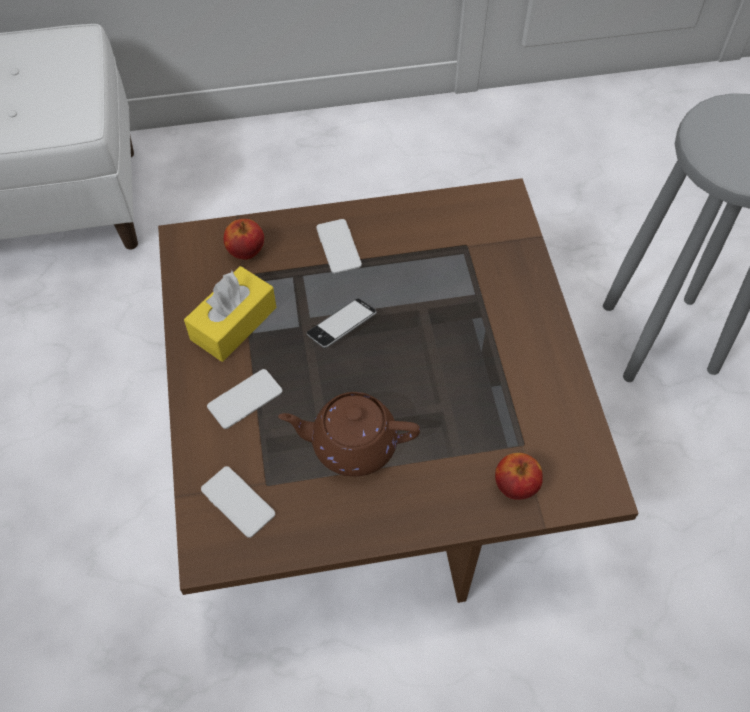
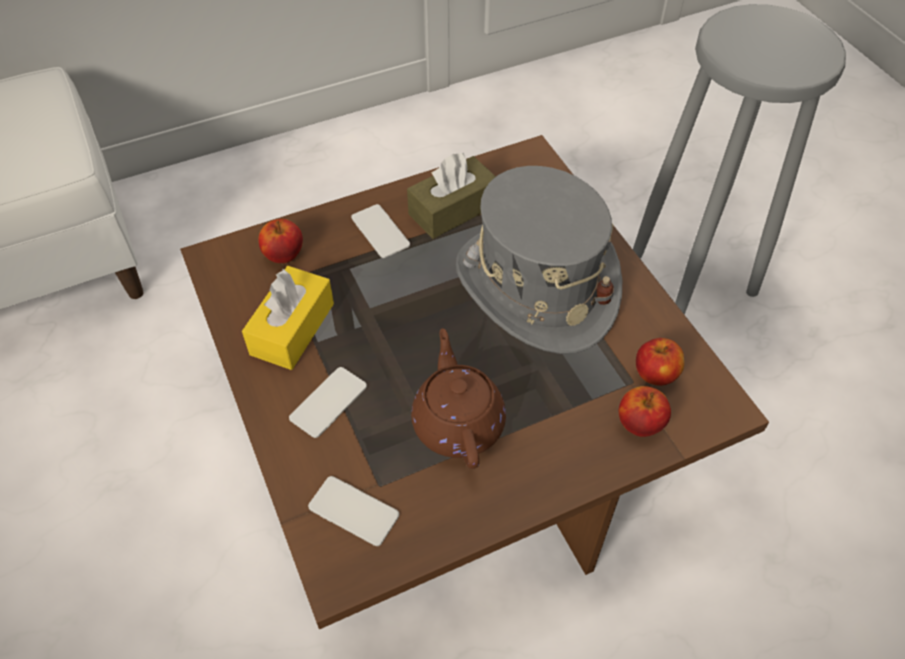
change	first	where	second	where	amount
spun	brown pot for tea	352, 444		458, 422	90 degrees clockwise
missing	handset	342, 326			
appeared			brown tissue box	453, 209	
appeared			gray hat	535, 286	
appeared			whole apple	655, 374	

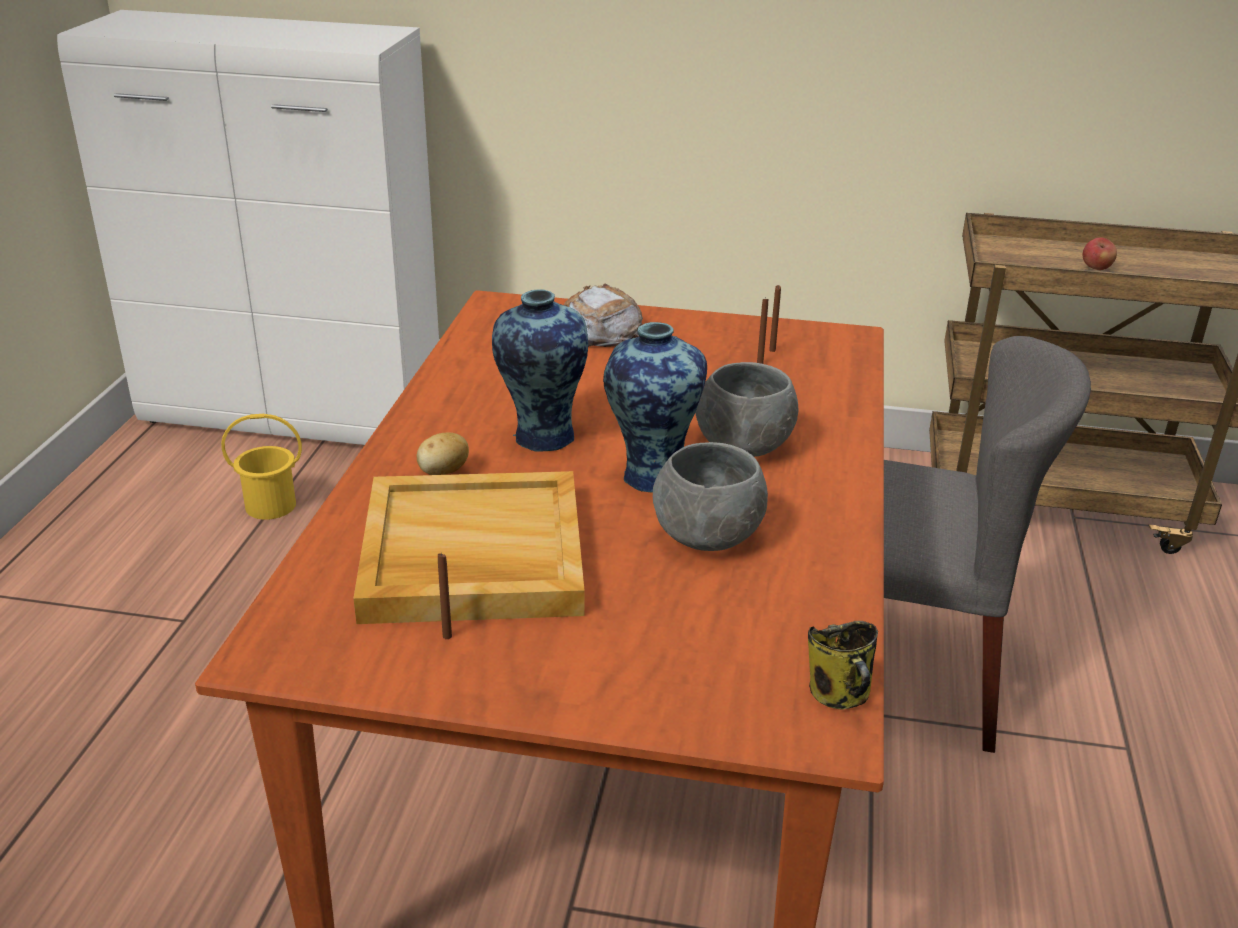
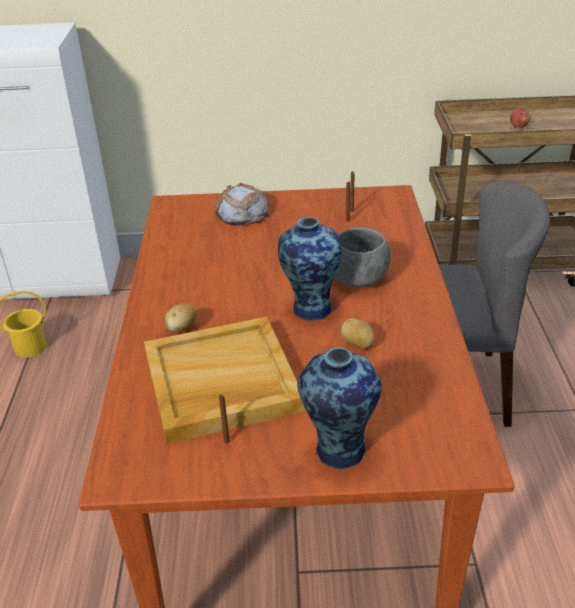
change	first	where	second	where	amount
relocated	decorative vase	541, 437		338, 451	
exchanged	gray bowl	706, 537	potato	358, 345	
missing	coffee mug	840, 695			

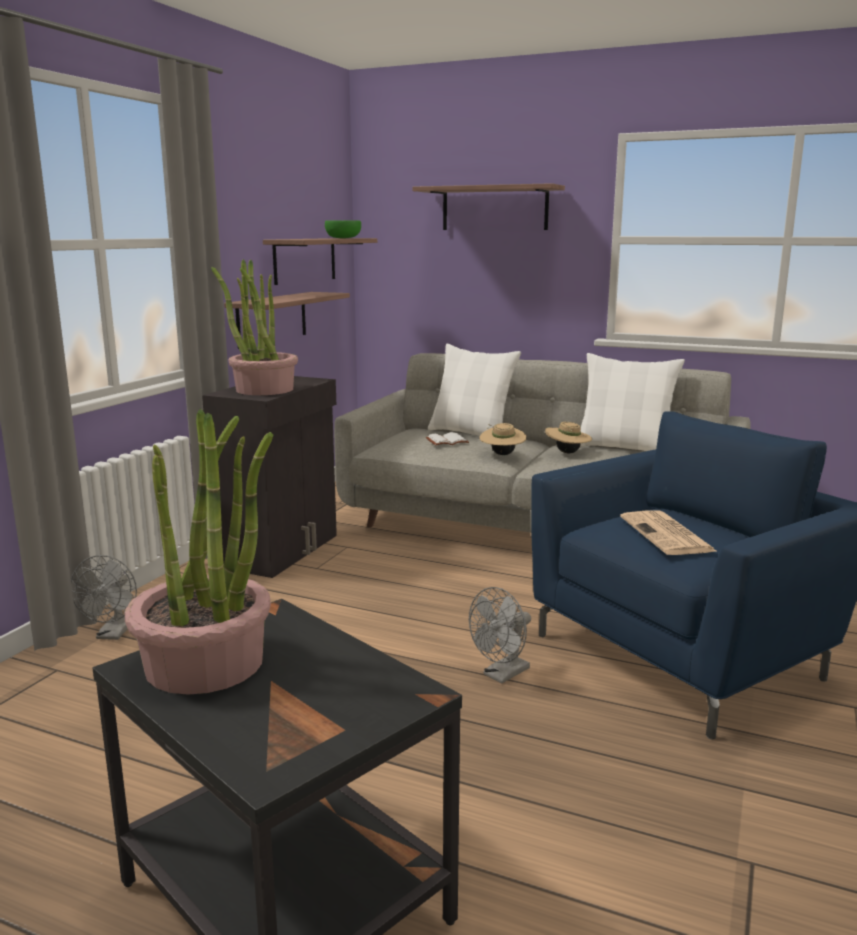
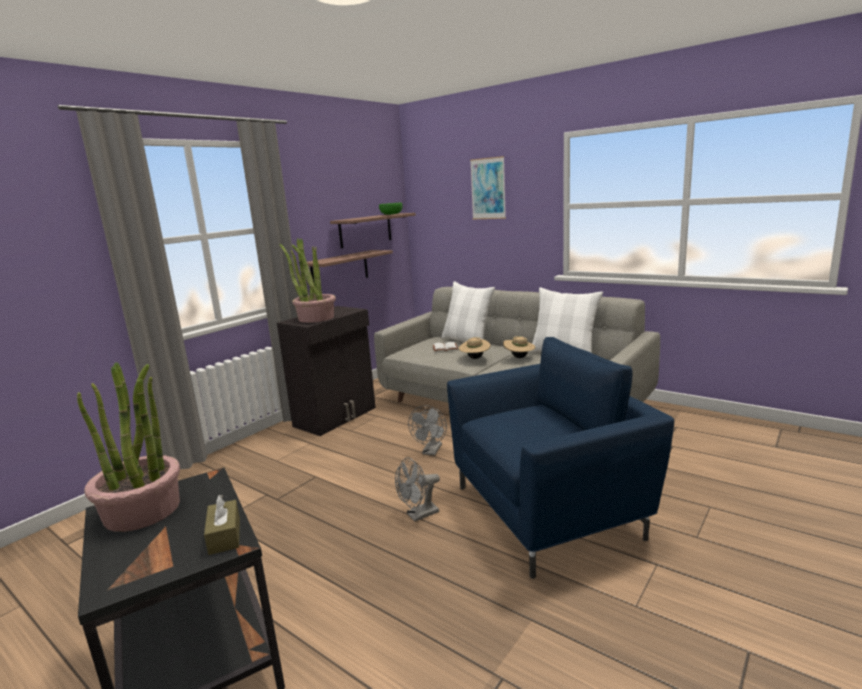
change	first	where	second	where	amount
relocated	gray fan	113, 634		431, 451	
exchanged	bracket shelf	494, 208	picture	488, 188	
missing	newspaper	668, 535			
appeared			brown tissue box	224, 536	

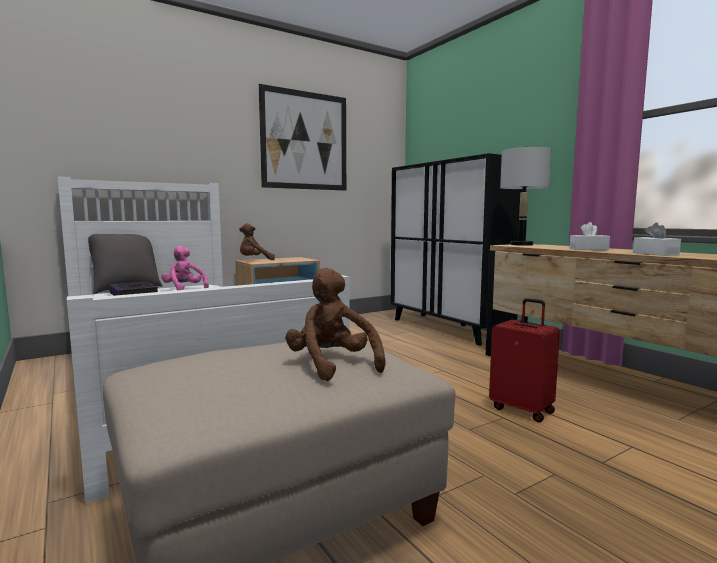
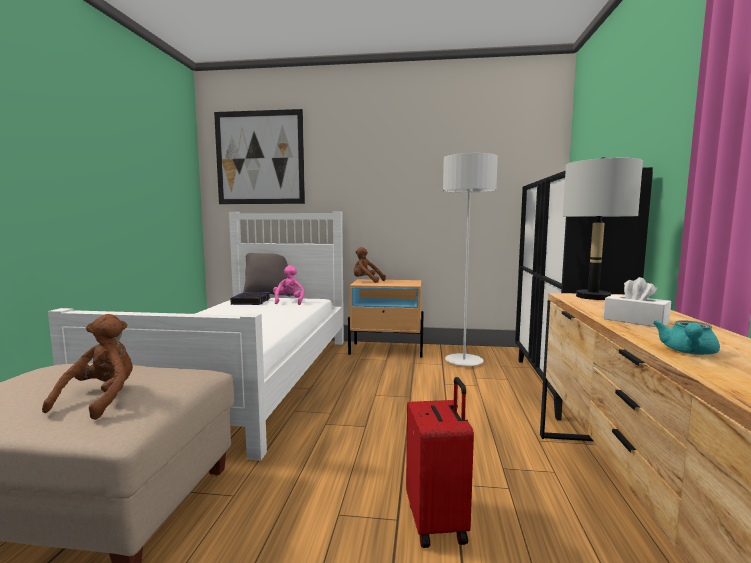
change	first	where	second	where	amount
relocated	picture	305, 141		260, 158	
exchanged	white-coloured tissue box	655, 254	blue-green pot for tea	688, 352	
appeared			gray standard lamp	464, 361	

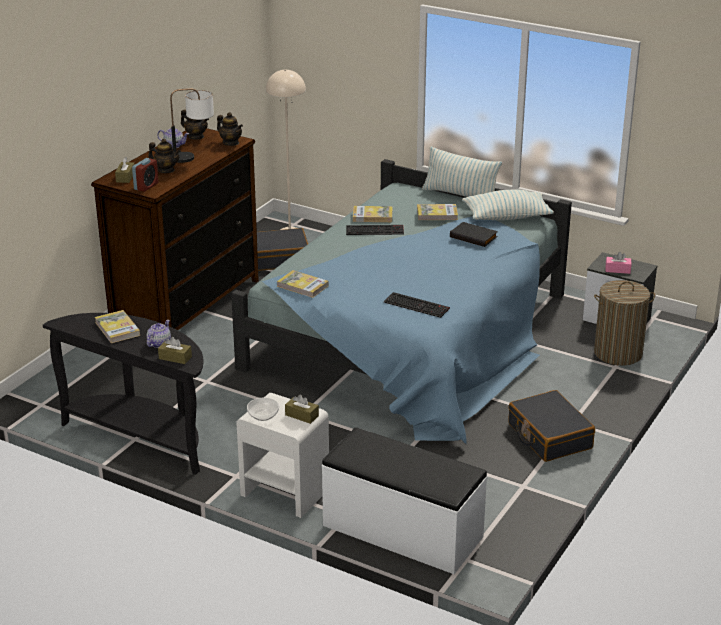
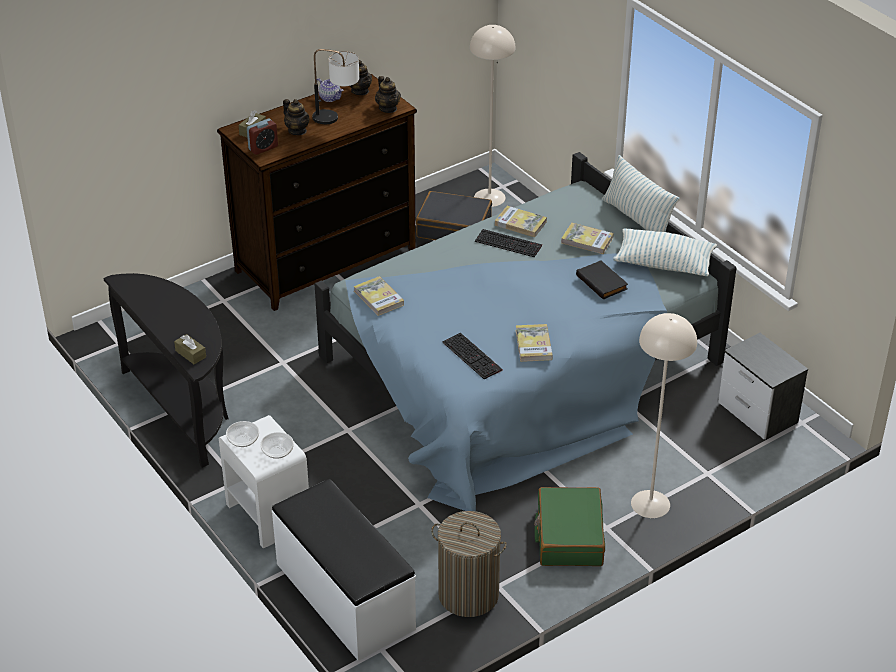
change	first	where	second	where	amount
relocated	book	117, 329		533, 345	
missing	pot for tea	159, 343			
exchanged	brown tissue box	302, 415	bowl	278, 452	
colour	blackish travel case	549, 436	green-coloured travel case	569, 536	
relocated	laundry basket	618, 353		468, 594	
missing	pink tissue box	617, 270			
appeared			beige standard lamp	650, 504	

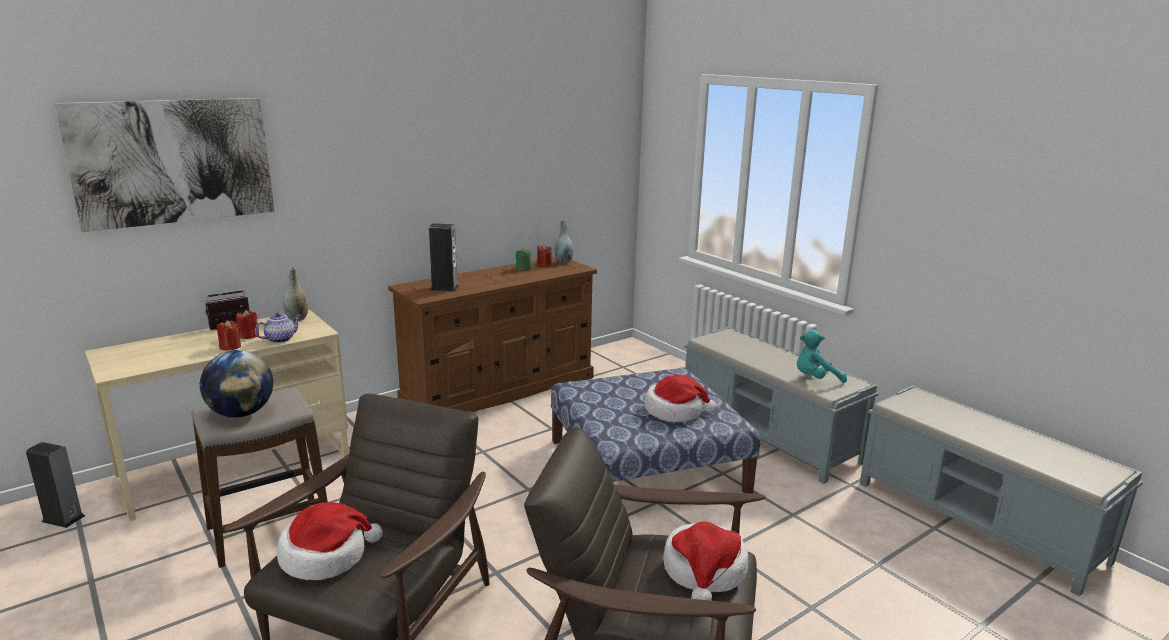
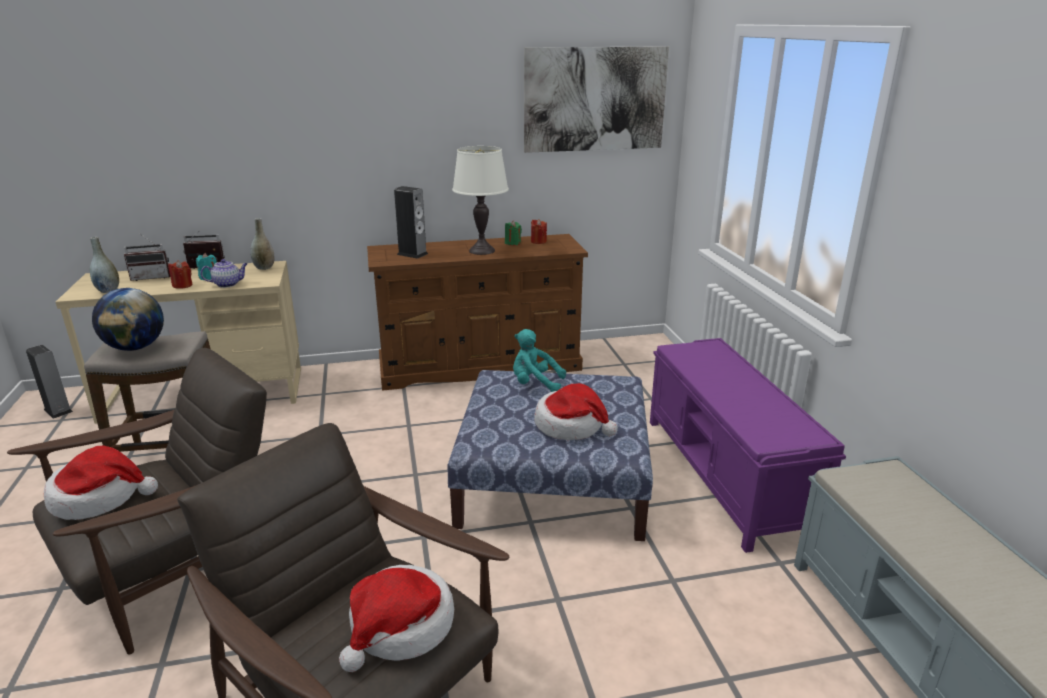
change	first	where	second	where	amount
relocated	picture	173, 162		595, 99	
colour	red-coloured wax candle	249, 336	blue-green wax candle	209, 277	
relocated	gray decorative vase	563, 262		108, 290	
colour	gray indoor bench	768, 434	purple indoor bench	726, 475	
relocated	blue-green cuddly toy	815, 379		535, 384	
appeared			radio	152, 277	
appeared			white-coloured lamp for a table	481, 251	

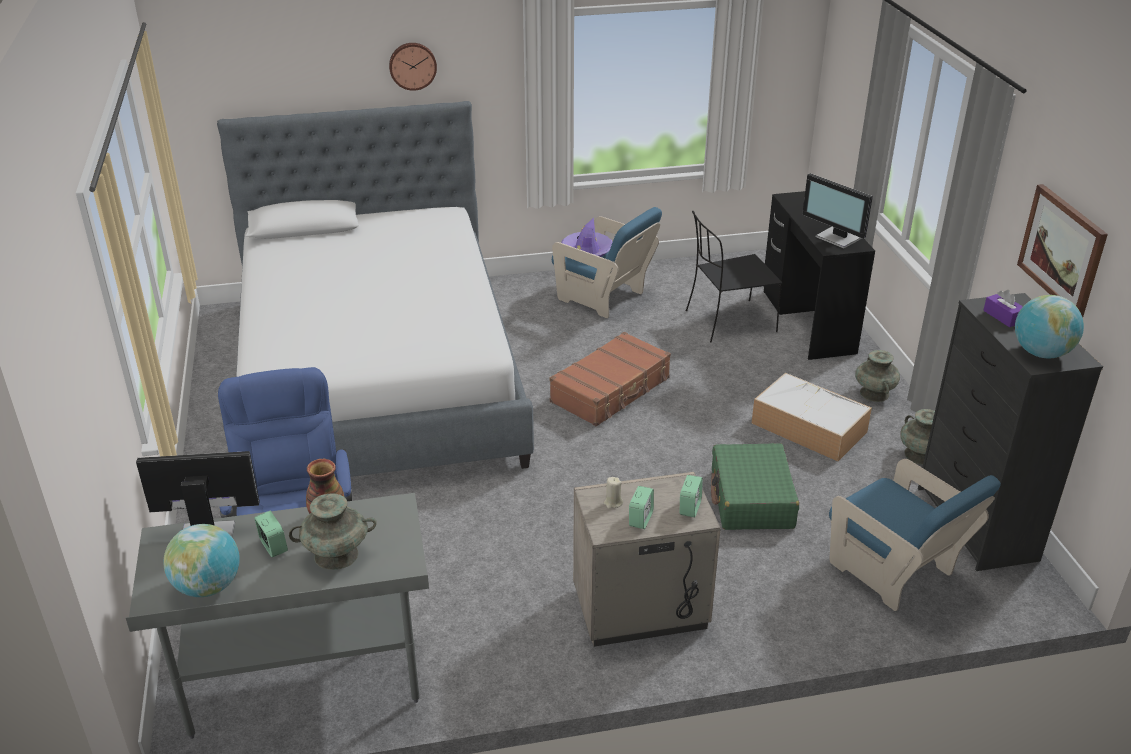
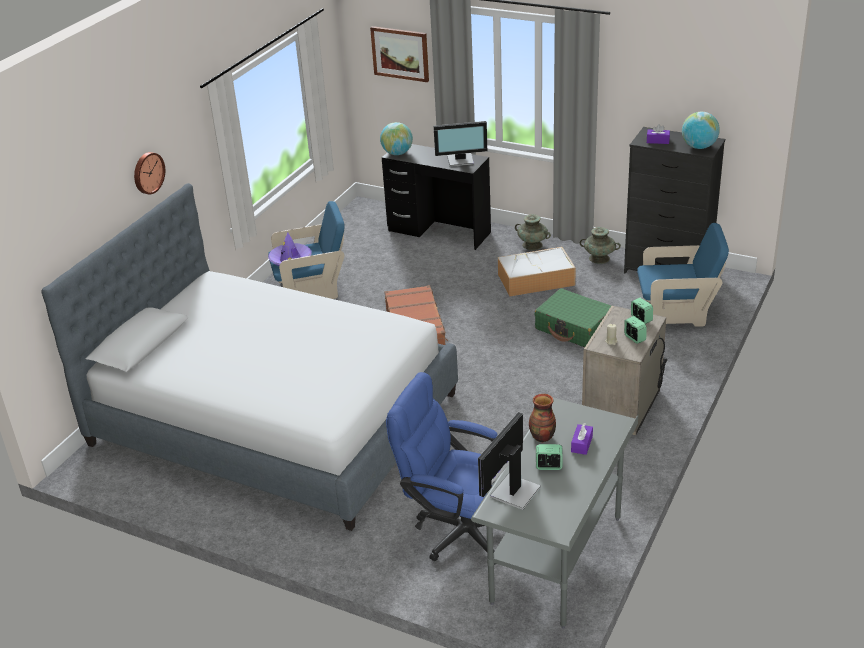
change	first	where	second	where	amount
relocated	desk globe	208, 586		397, 153	
exchanged	blue-green decorative vase	337, 555	purple tissue box	581, 444	
missing	blackish chair	728, 322			
relocated	picture	1062, 249		400, 53	

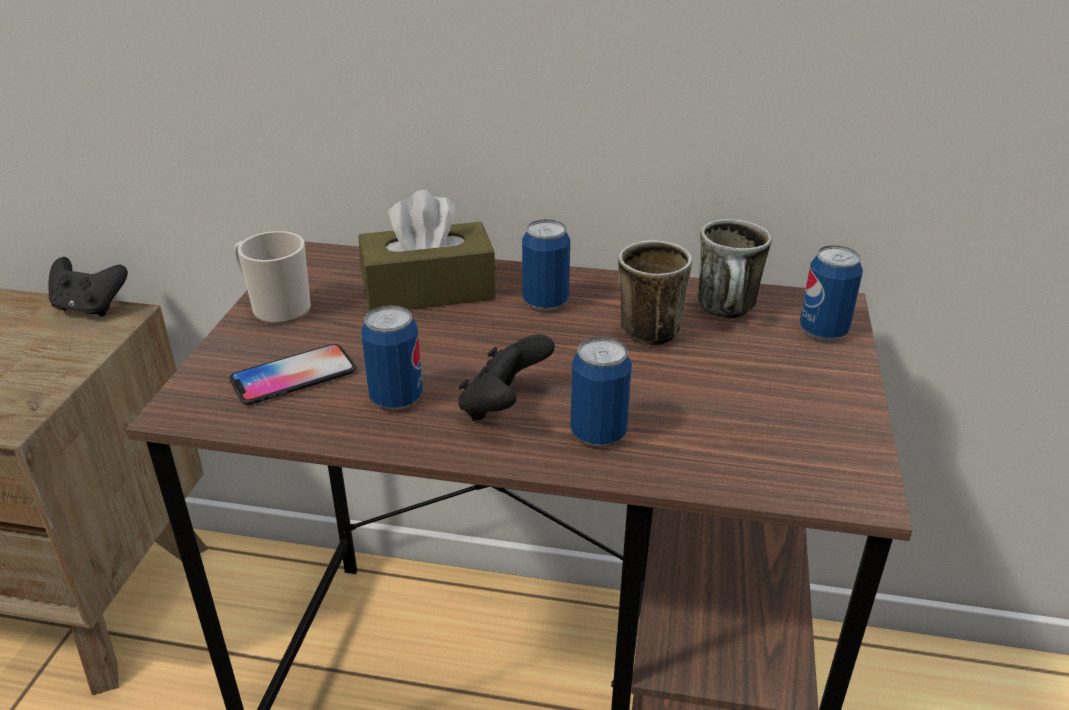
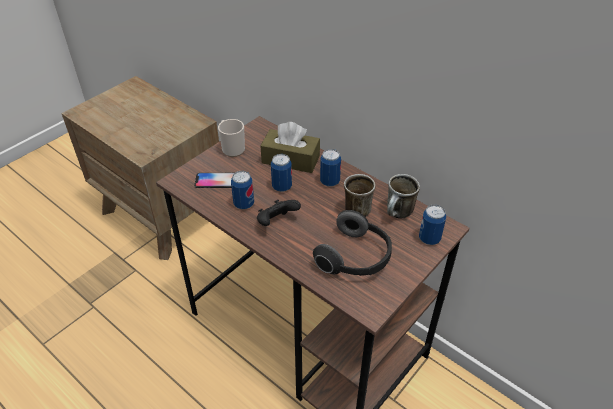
change	first	where	second	where	amount
missing	blackish game controller	90, 308			
relocated	sealed can	598, 433		282, 187	
appeared			headphones	355, 258	

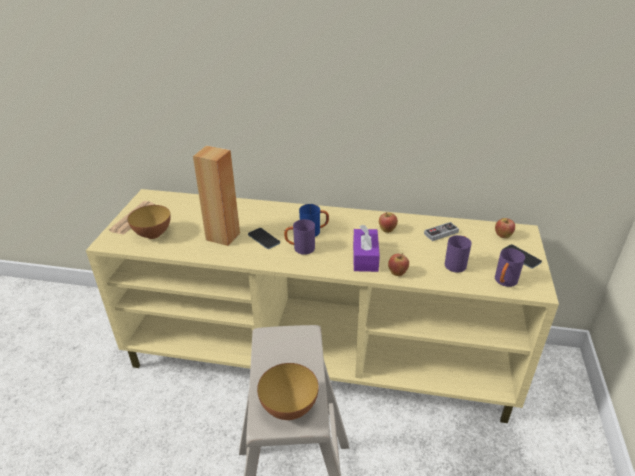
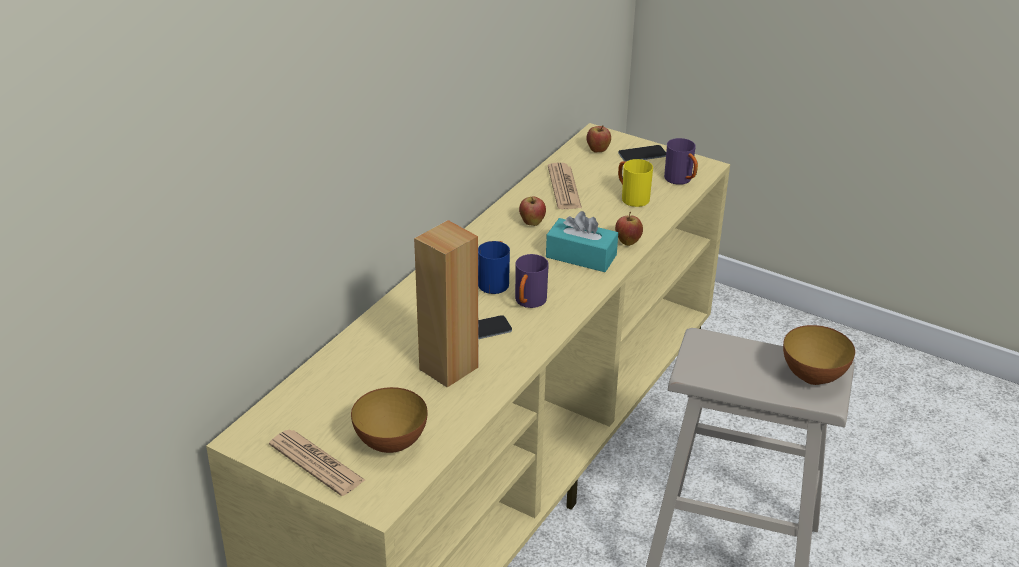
change	first	where	second	where	amount
colour	purple tissue box	365, 257	blue-green tissue box	581, 256	
exchanged	game controller	441, 233	newspaper	564, 187	
colour	purple coffee mug	456, 263	yellow-coloured coffee mug	631, 197	

